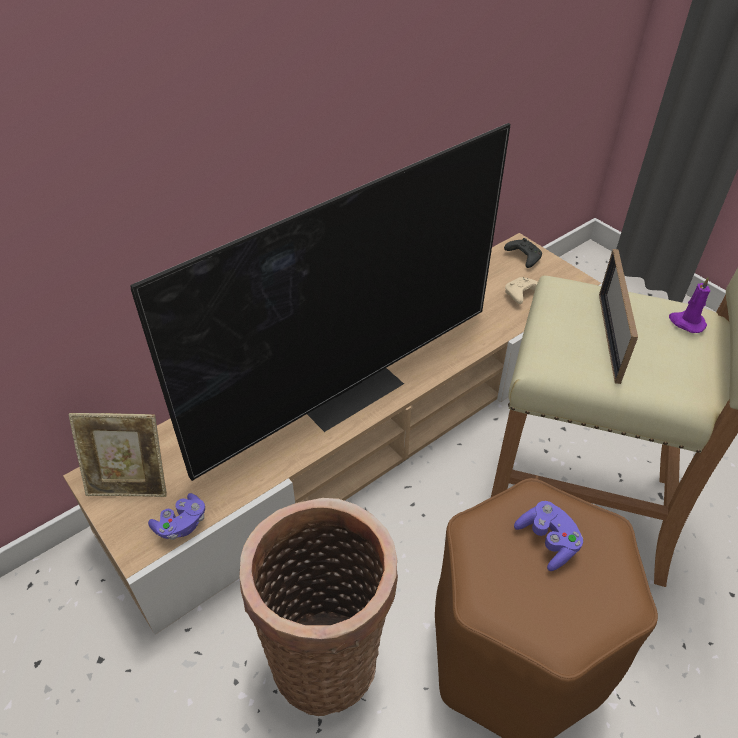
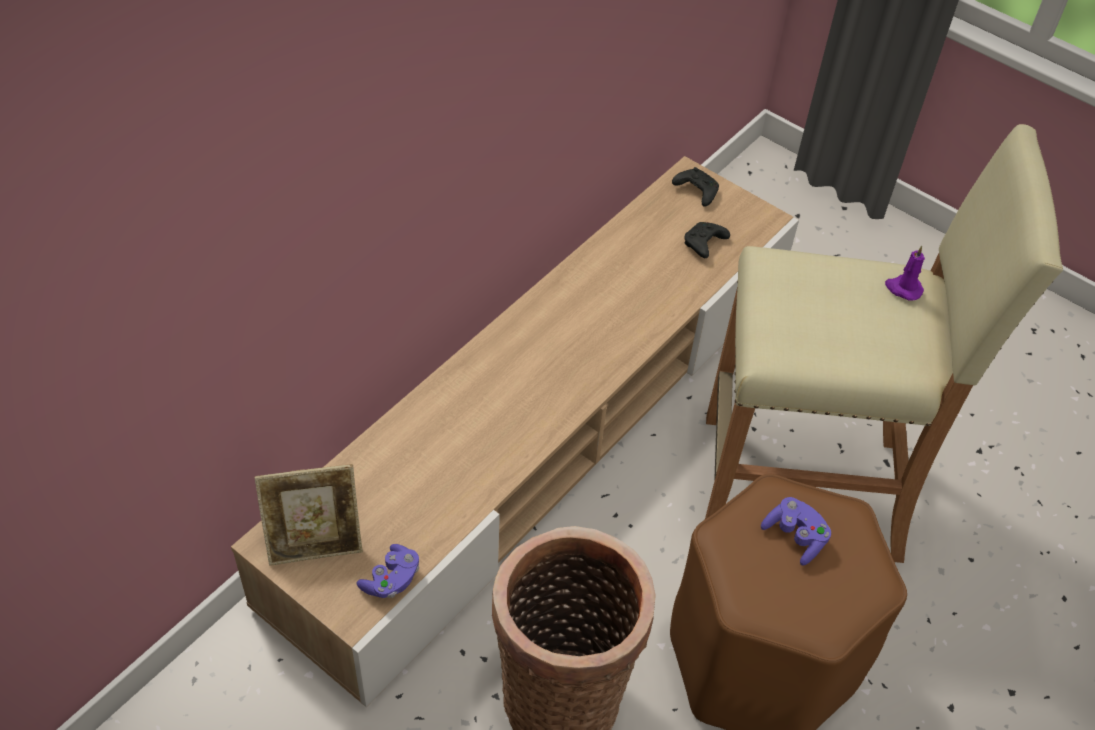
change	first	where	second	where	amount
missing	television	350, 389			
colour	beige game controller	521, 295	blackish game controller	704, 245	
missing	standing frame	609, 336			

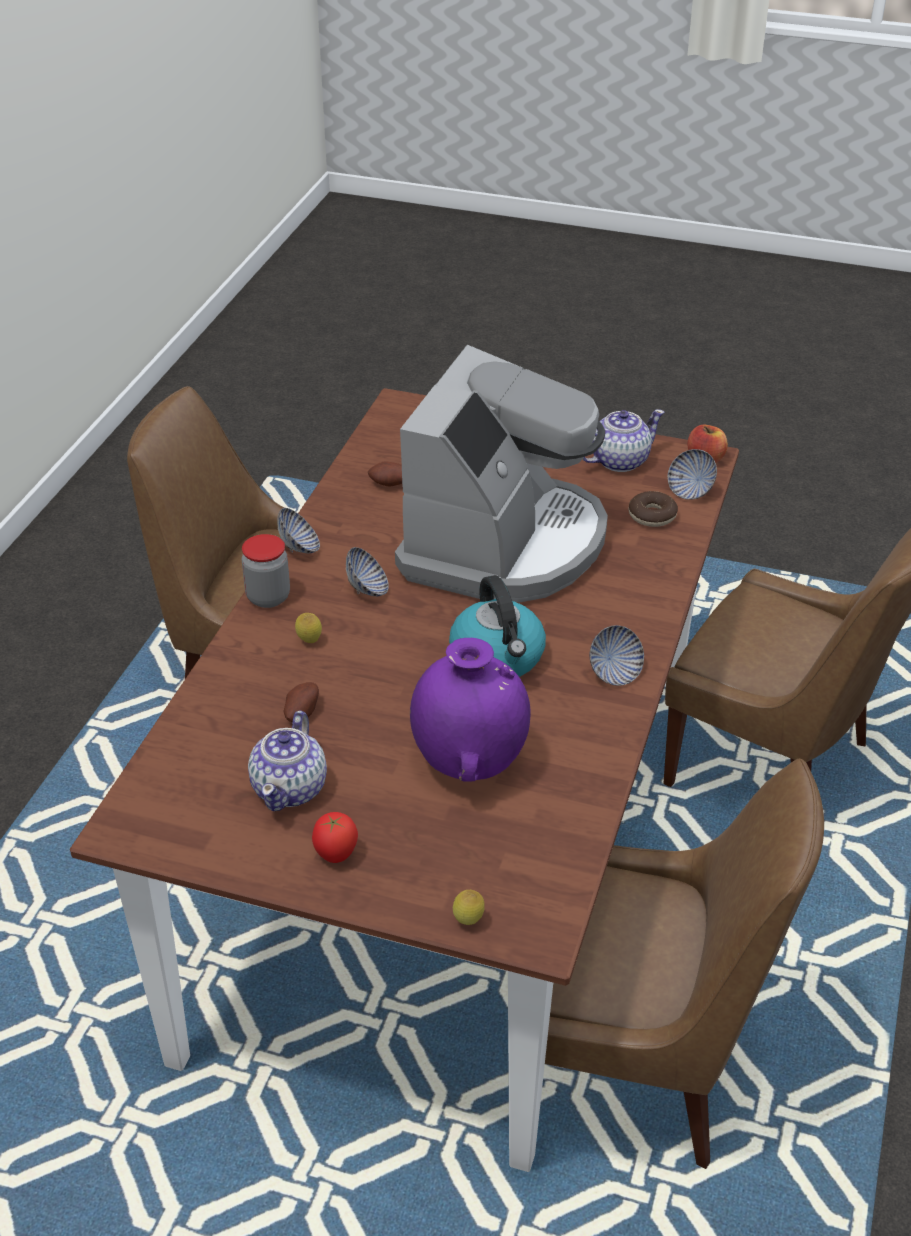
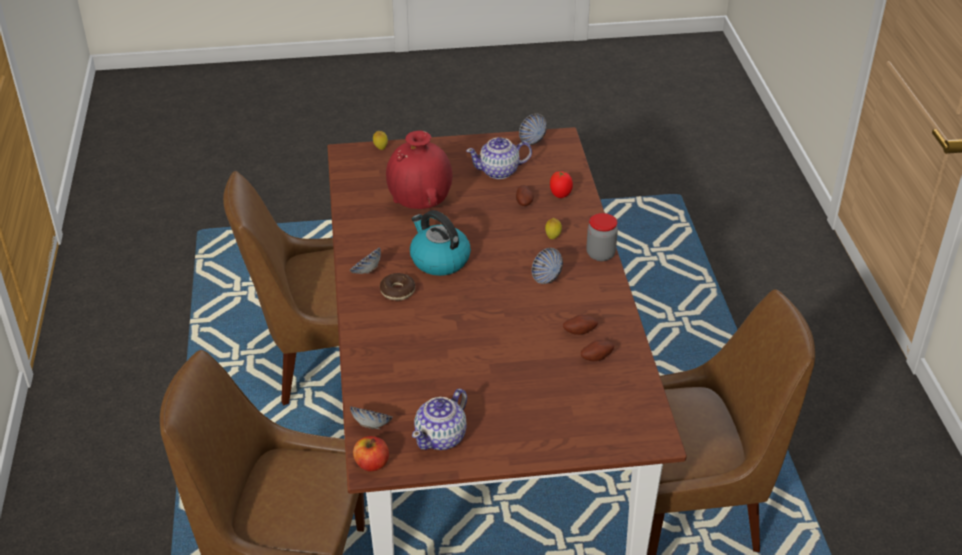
change	first	where	second	where	amount
spun	pot for tea	290, 788		499, 171	90 degrees counterclockwise
relocated	bowl	299, 547		532, 140	
relocated	fresh tomato	335, 855		560, 195	
missing	coffee machine	504, 544			
colour	purple decorative vase	469, 762	red-coloured decorative vase	420, 205	
relocated	ring doughnut	652, 516		397, 291	
appeared			potato	579, 331	

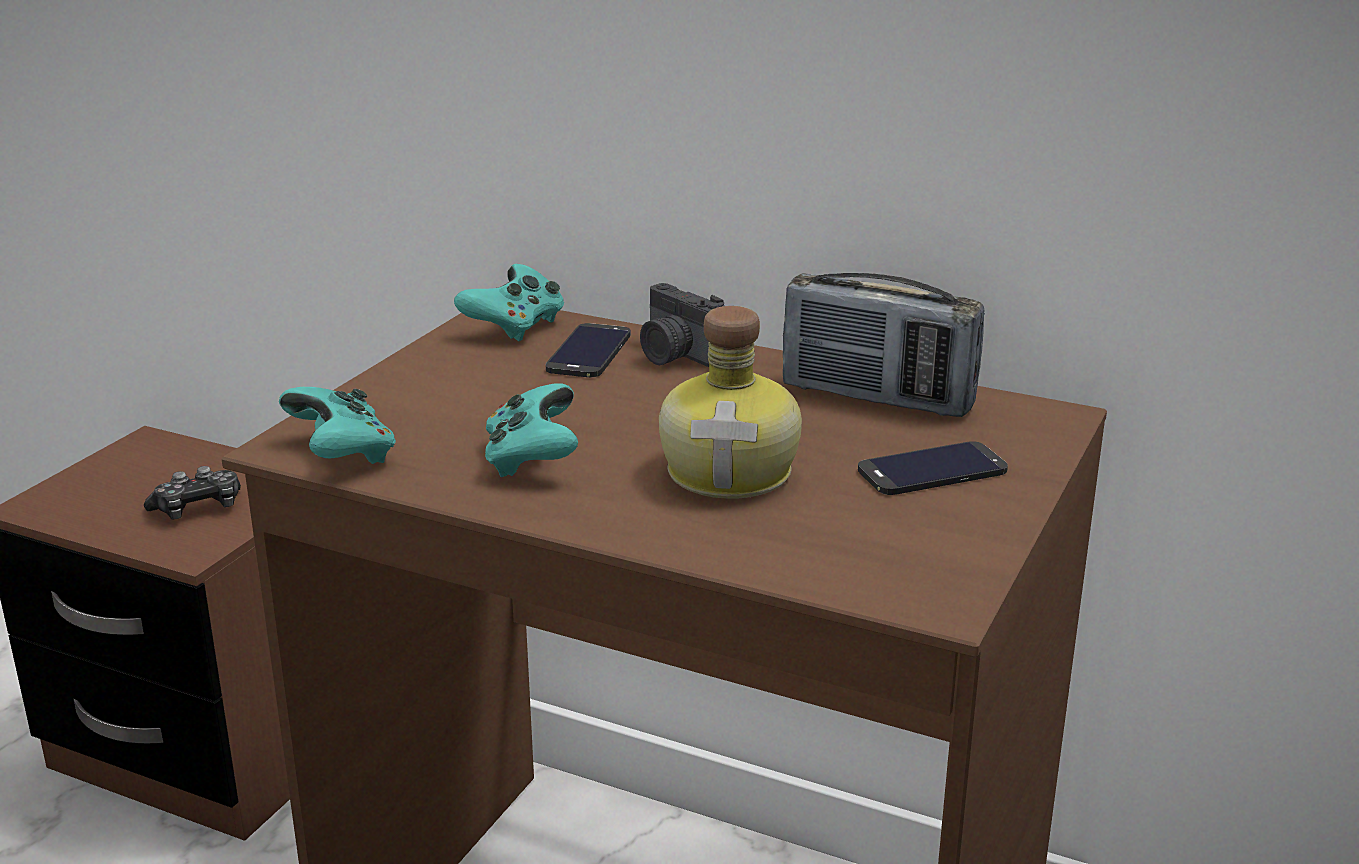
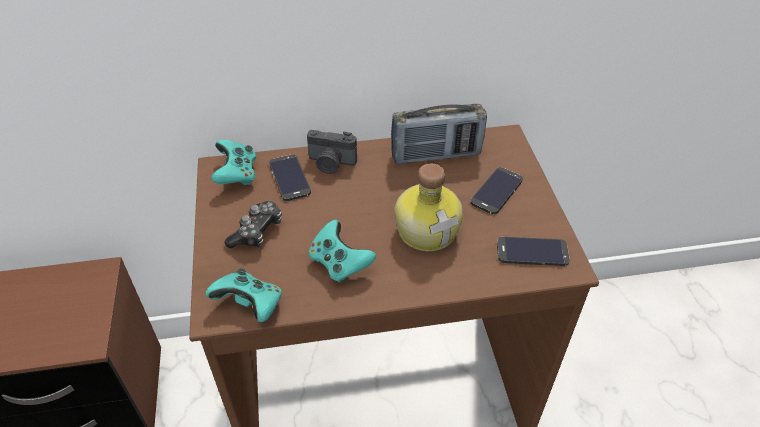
change	first	where	second	where	amount
relocated	game controller	198, 508		257, 232	
appeared			handset	532, 252	

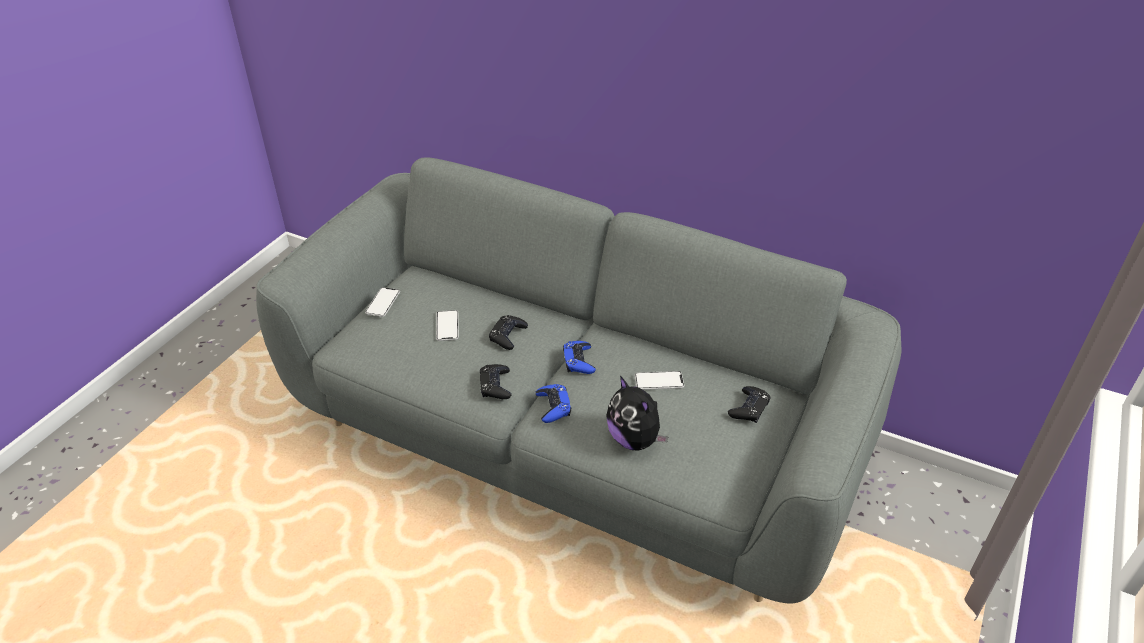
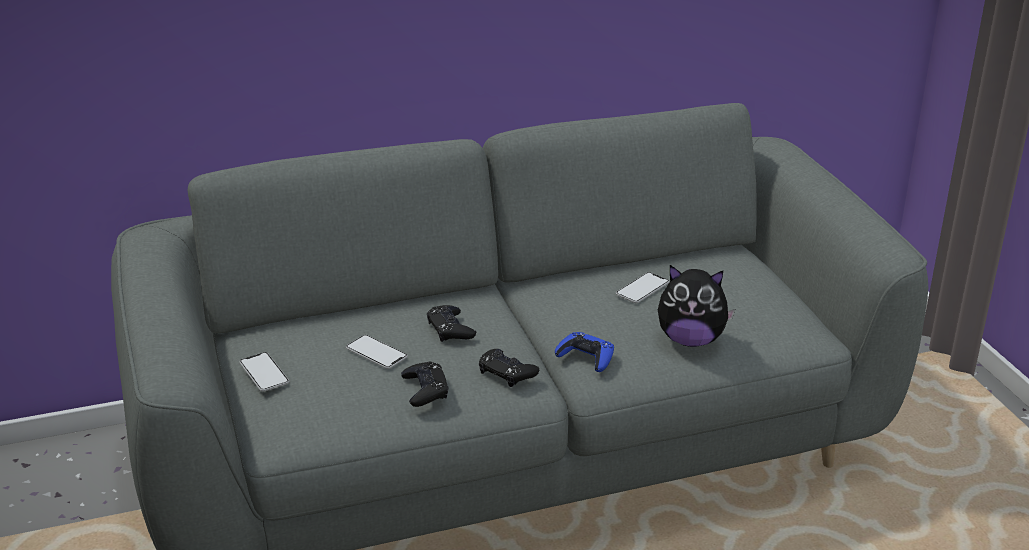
change	first	where	second	where	amount
missing	bluish game controller	578, 361			
relocated	blackish game controller	749, 408		425, 389	

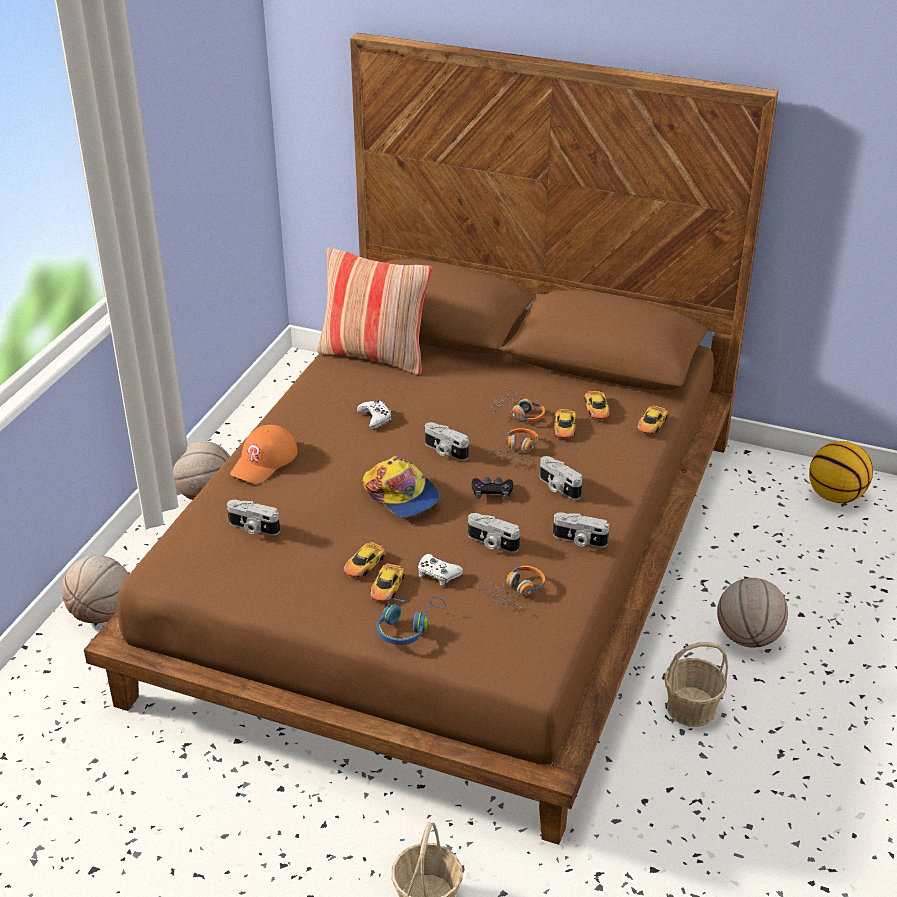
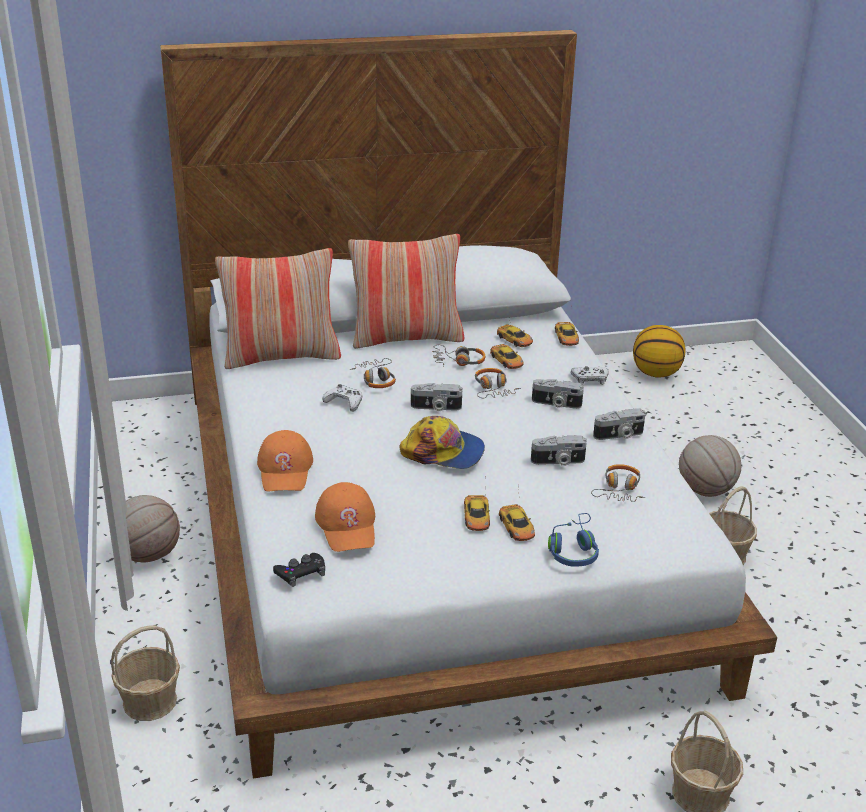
change	first	where	second	where	amount
exchanged	ball for basketball	102, 614	household basket	150, 701	
colour	brown bed	450, 562	white-coloured bed	432, 524	
exchanged	photo camera	253, 528	orangey baseball cap	347, 525	
relocated	white-coloured game controller	438, 574		590, 379	
relocated	blackish game controller	492, 491		301, 573	
appeared			cushion	406, 337	
appeared			headphones	376, 379	

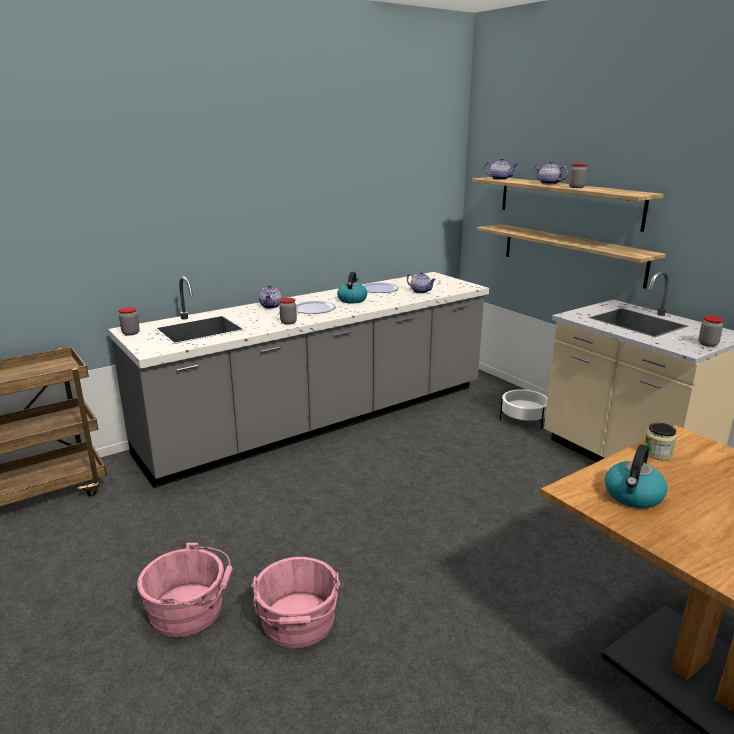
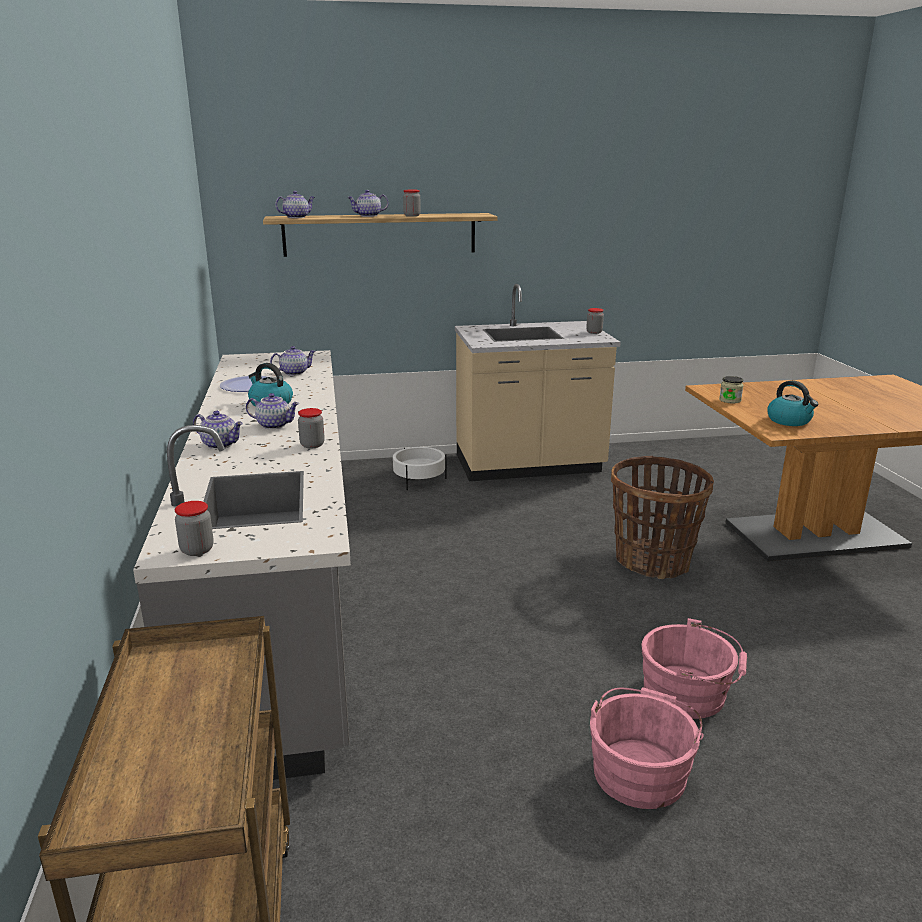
change	first	where	second	where	amount
exchanged	plate	314, 309	pot for tea	274, 425	
missing	bracket shelf	571, 254			
appeared			household basket	653, 561	

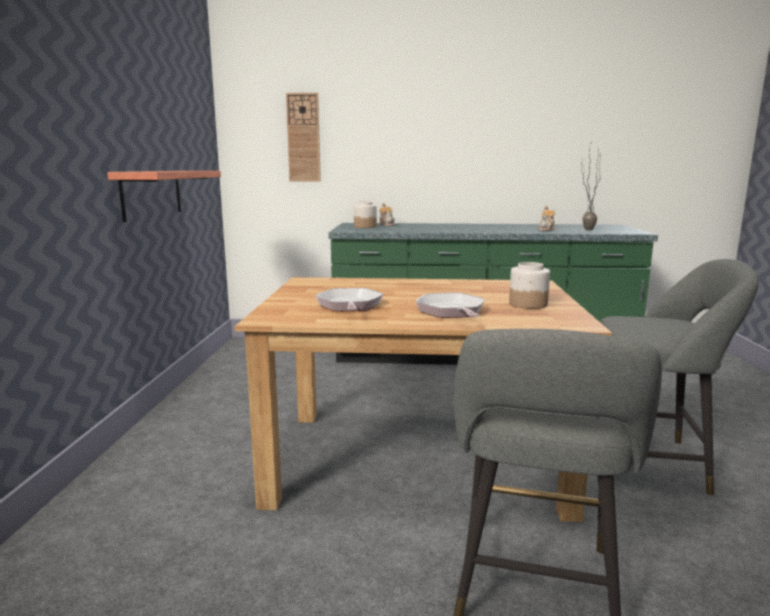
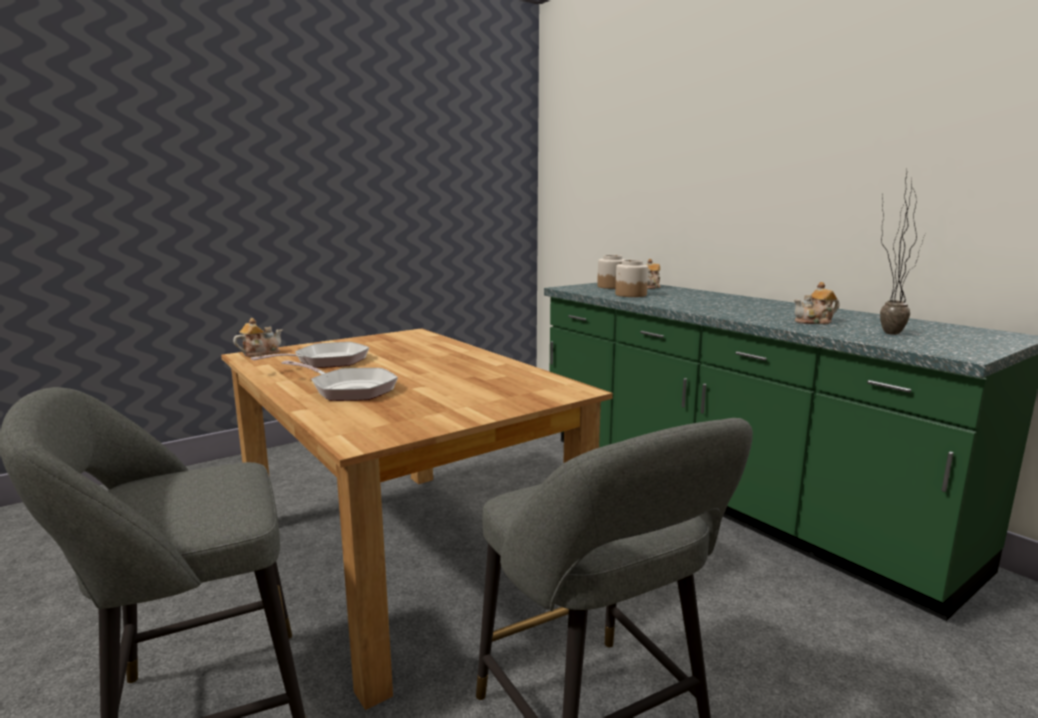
change	first	where	second	where	amount
missing	bracket shelf	152, 194			
missing	wall clock	303, 138			
spun	pan	451, 312		349, 389	75 degrees clockwise
relocated	jar	527, 304		630, 295	
appeared			pot for tea	260, 353	

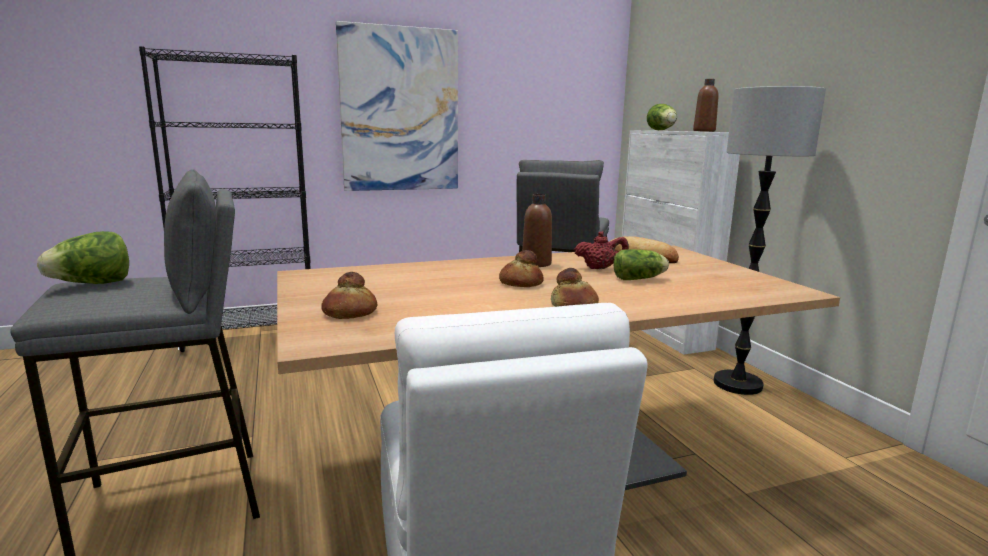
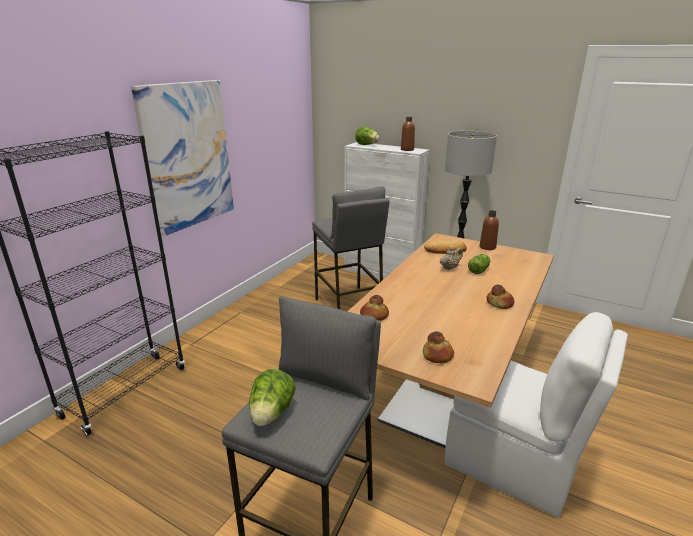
change	first	where	second	where	amount
relocated	bakery bread	520, 283		374, 316	
relocated	brown beverage bottle	536, 264		487, 247	
colour	red-coloured pot for tea	600, 268	beige pot for tea	449, 268	

